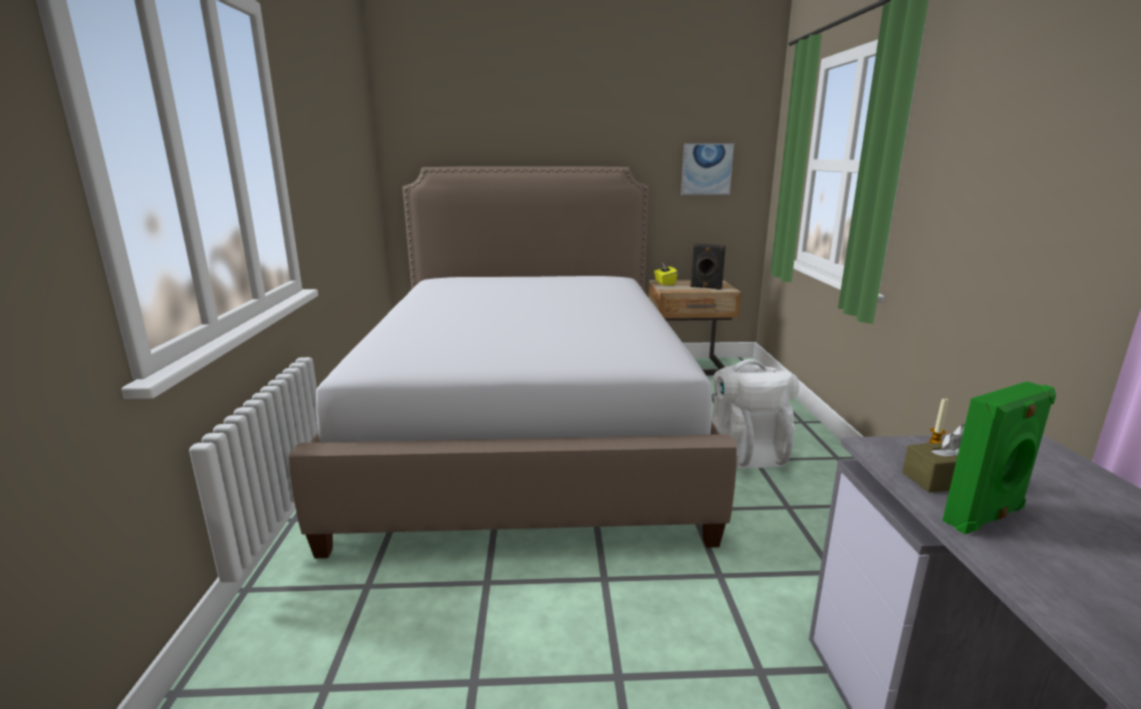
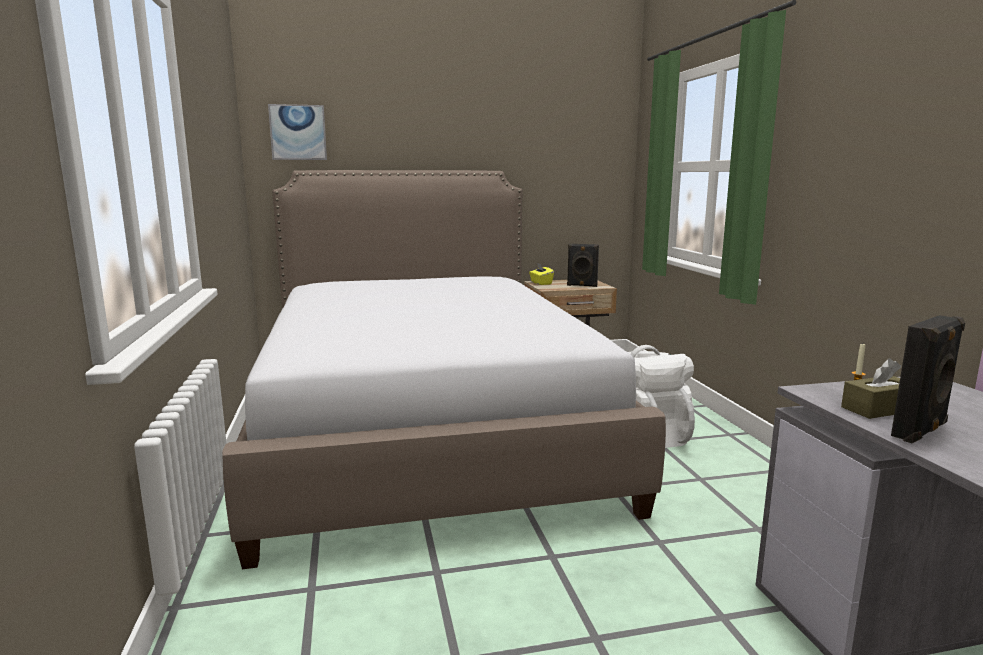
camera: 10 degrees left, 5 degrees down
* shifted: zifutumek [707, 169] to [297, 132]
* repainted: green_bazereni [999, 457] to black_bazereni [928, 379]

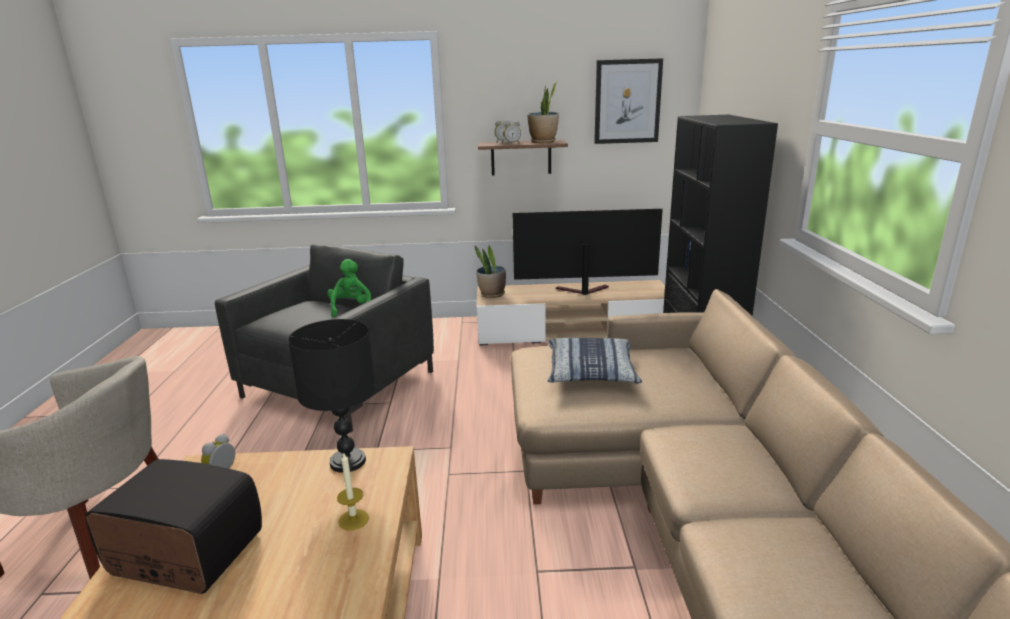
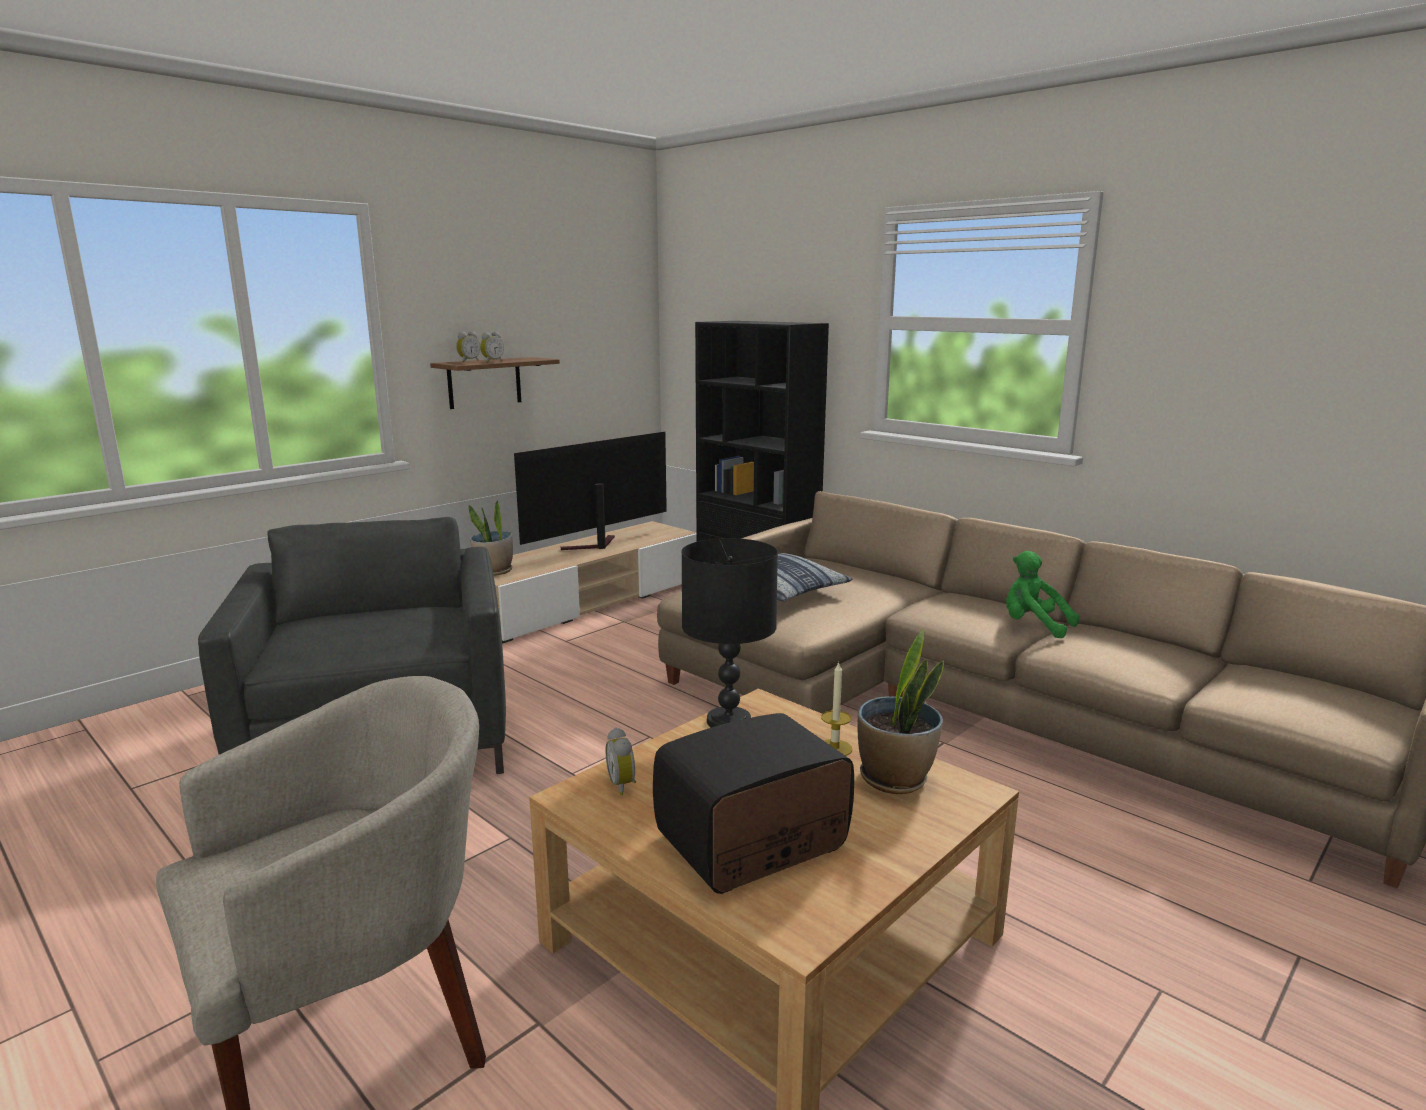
camera: 45 degrees left, 5 degrees down
* gone: zifutumek [628, 101]
* shifted: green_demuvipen [349, 288] to [1042, 594]
* shifted: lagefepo [543, 112] to [900, 711]

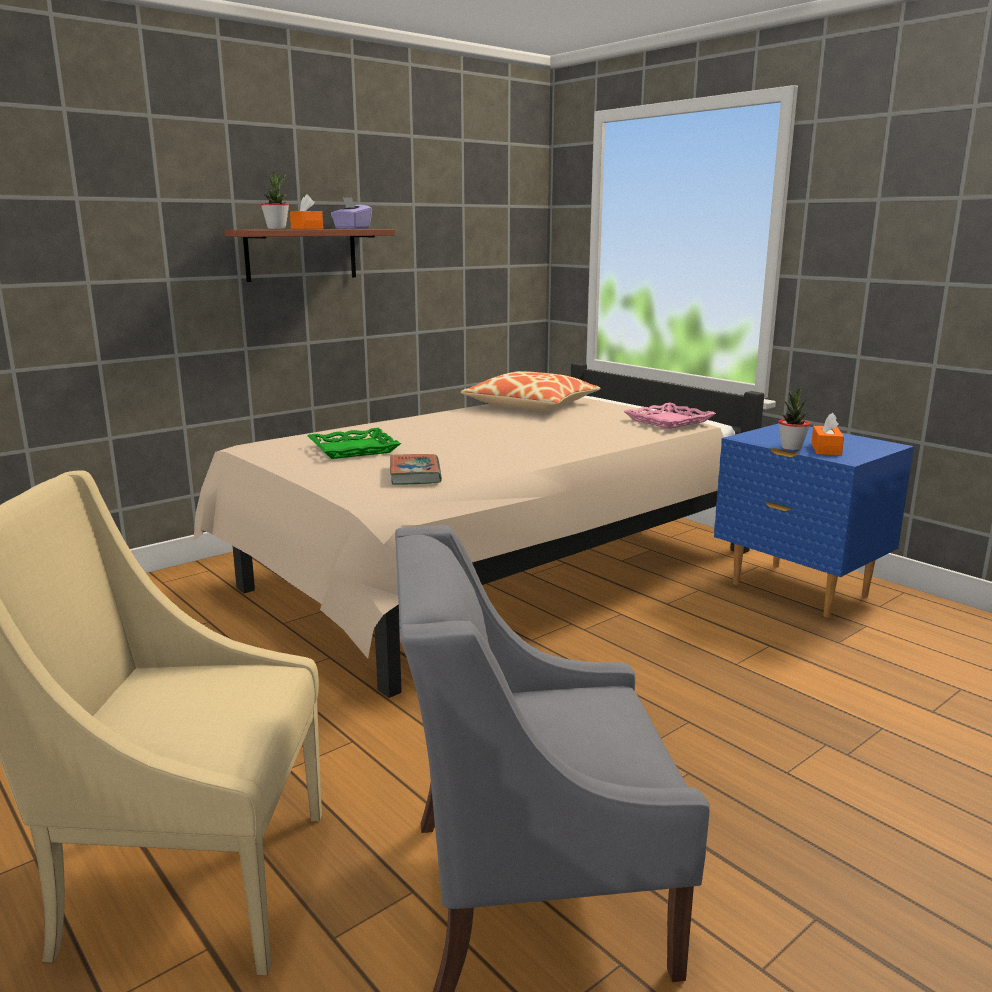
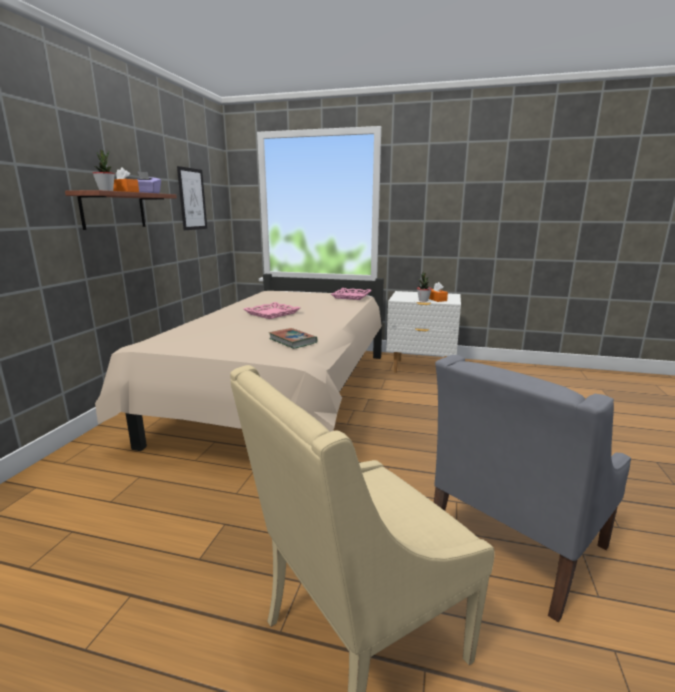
camera: 35 degrees left, 0 degrees up
* gone: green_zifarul [354, 443]
* gone: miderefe [530, 391]
* new: zifutumek [192, 198]
* new: pink_zifarul [272, 310]
* repainted: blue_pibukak [814, 520] to white_pibukak [423, 332]

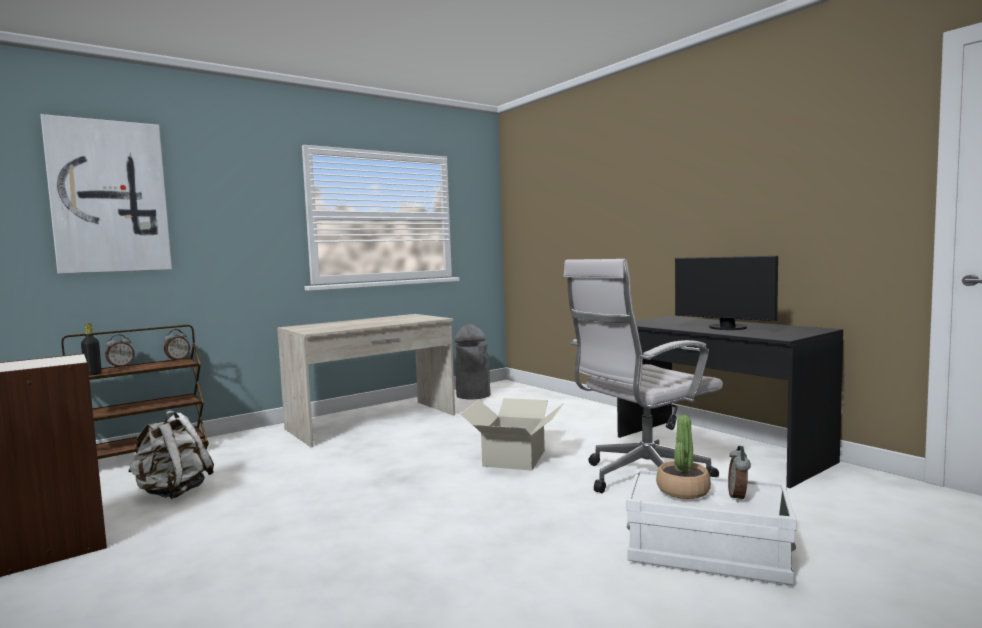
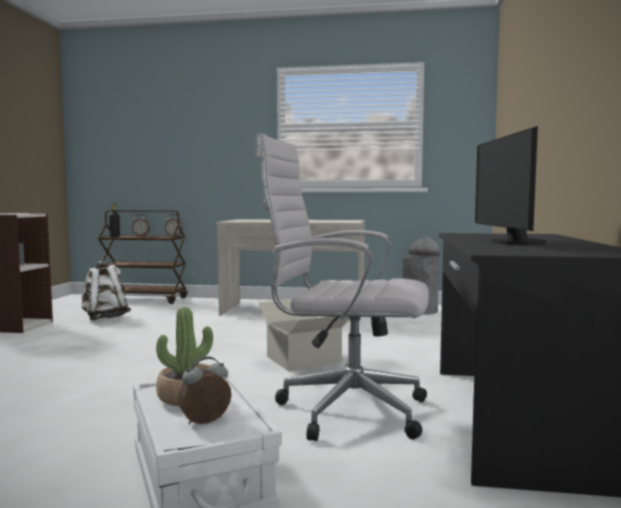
camera: 45 degrees right, 0 degrees up
* gone: zifutumek [106, 194]

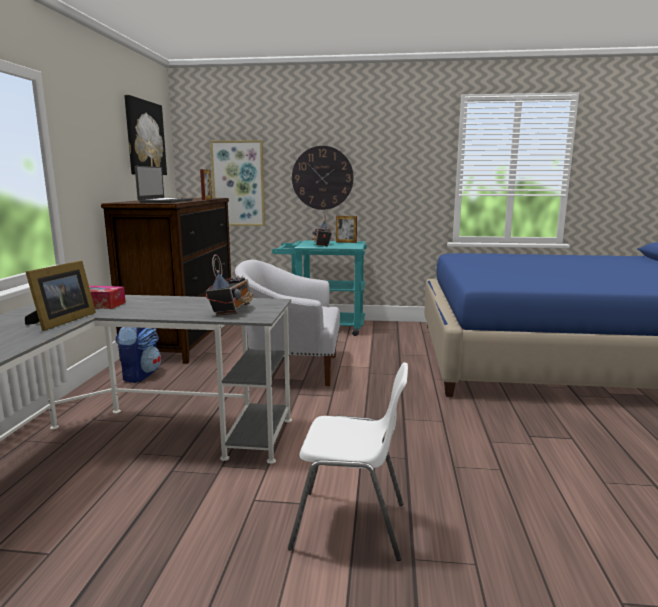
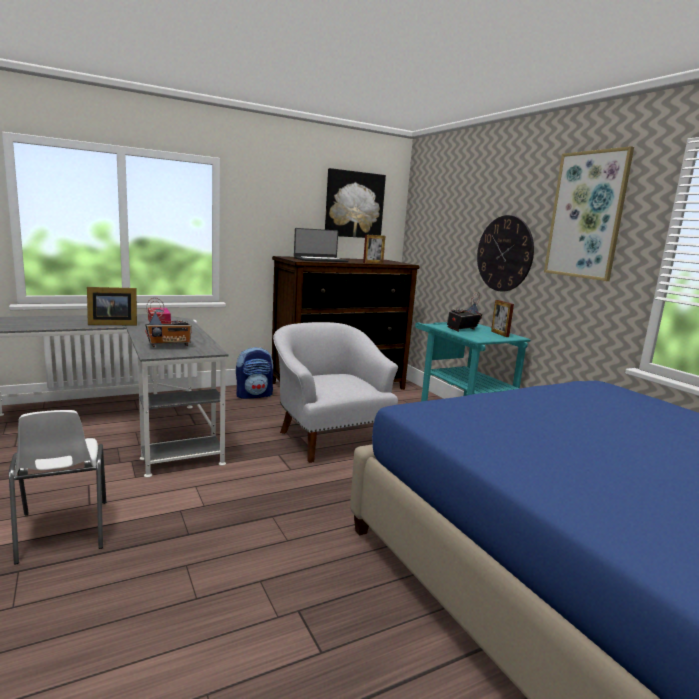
camera: 55 degrees right, 0 degrees up
* shifted: zifutumek [237, 183] to [589, 213]

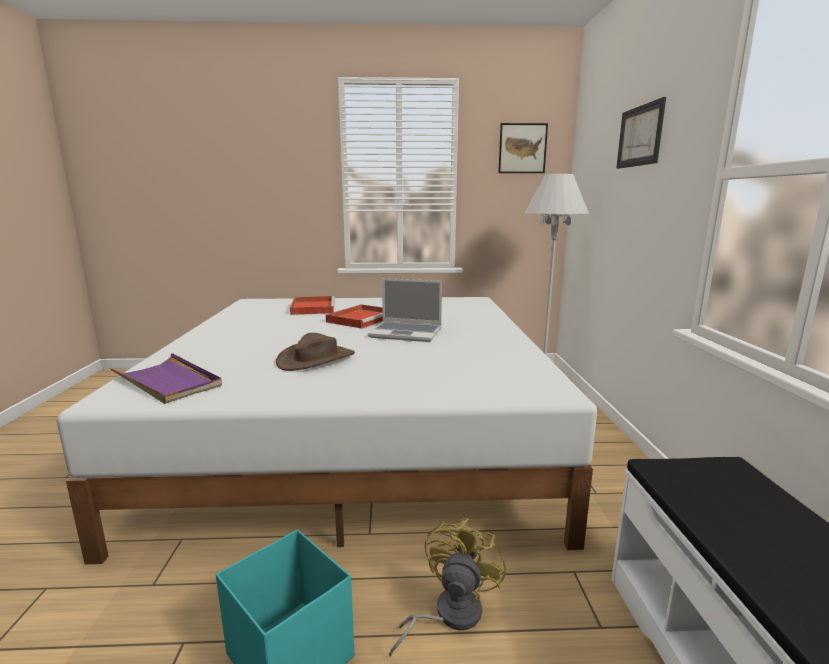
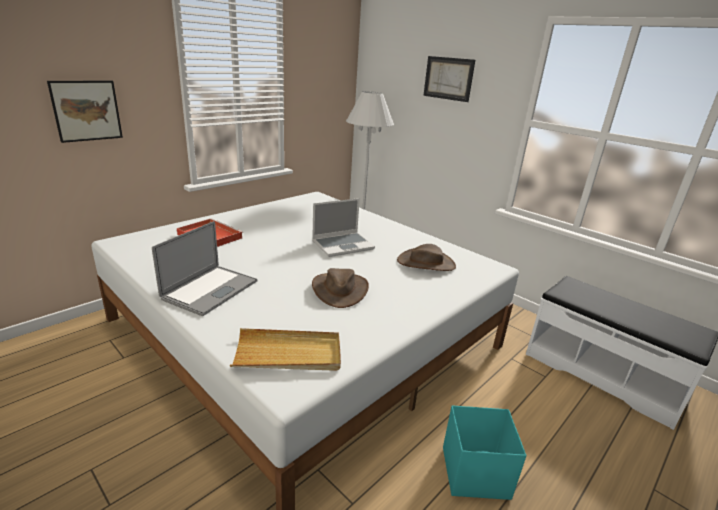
camera: 45 degrees left, 10 degrees up
* gone: red_zifarul [354, 316]
* gone: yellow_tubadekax [447, 588]
* new: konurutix [204, 268]
* new: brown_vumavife [426, 257]
* shifted: zifutumek [523, 148] to [85, 112]
* repainted: purple_zifarul [166, 378] to beige_zifarul [285, 349]

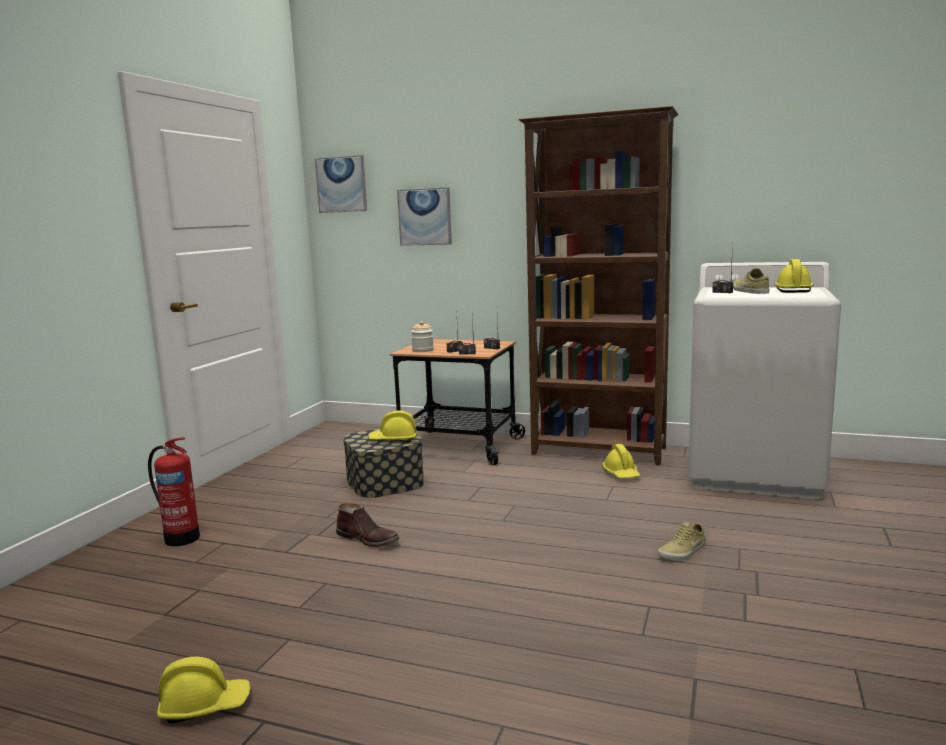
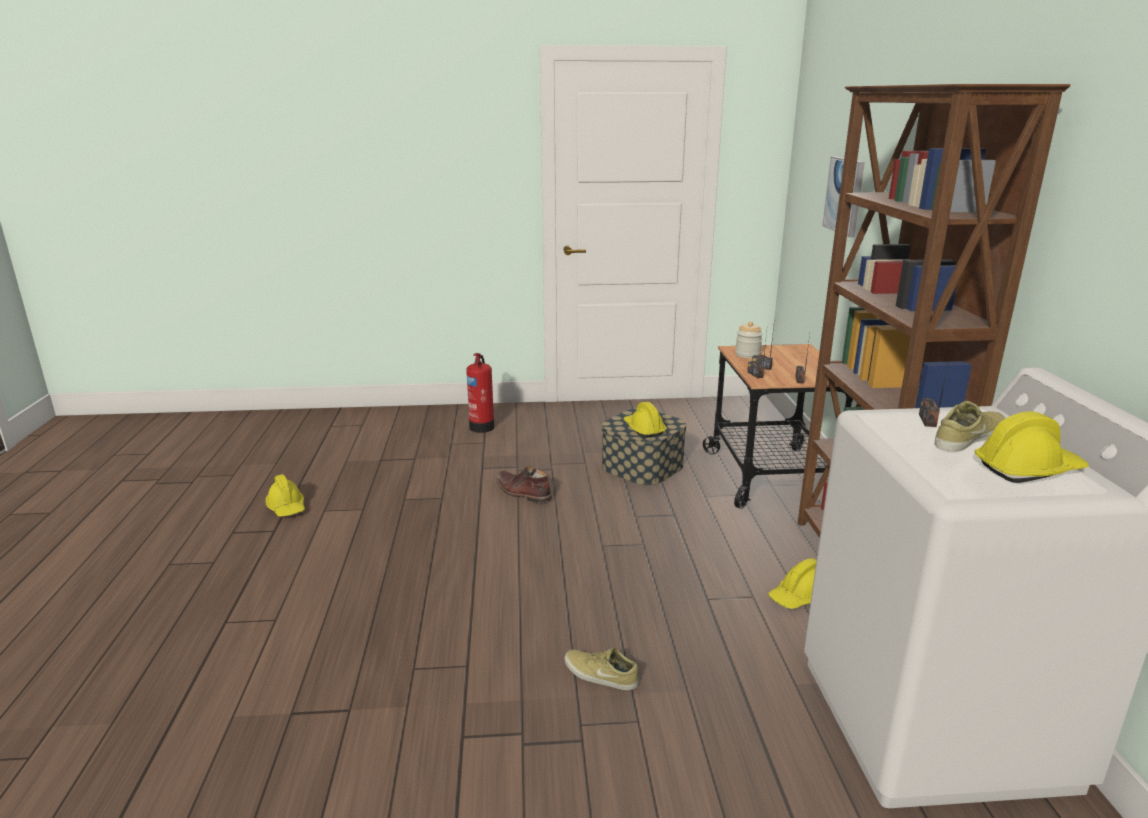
camera: 65 degrees right, 10 degrees up
* gone: zifutumek [341, 184]
* rotated: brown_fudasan [367, 525] = [524, 484] 120 degrees clockwise

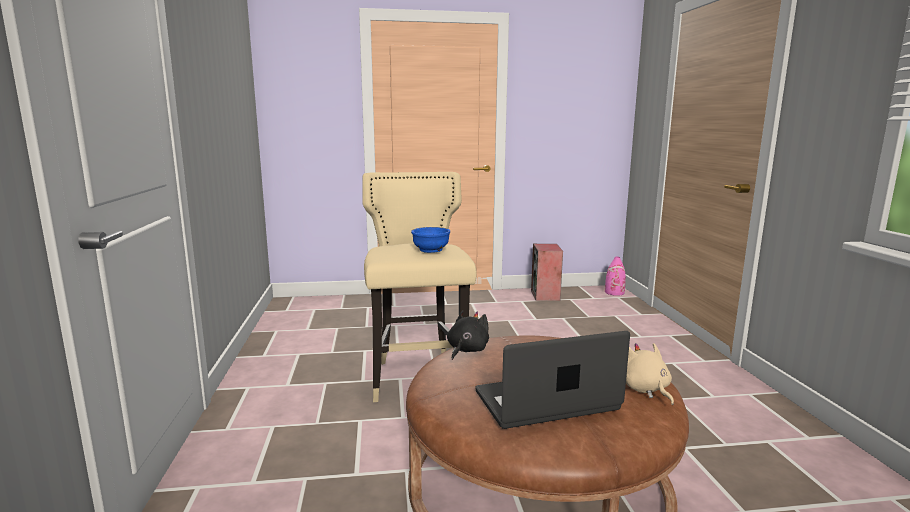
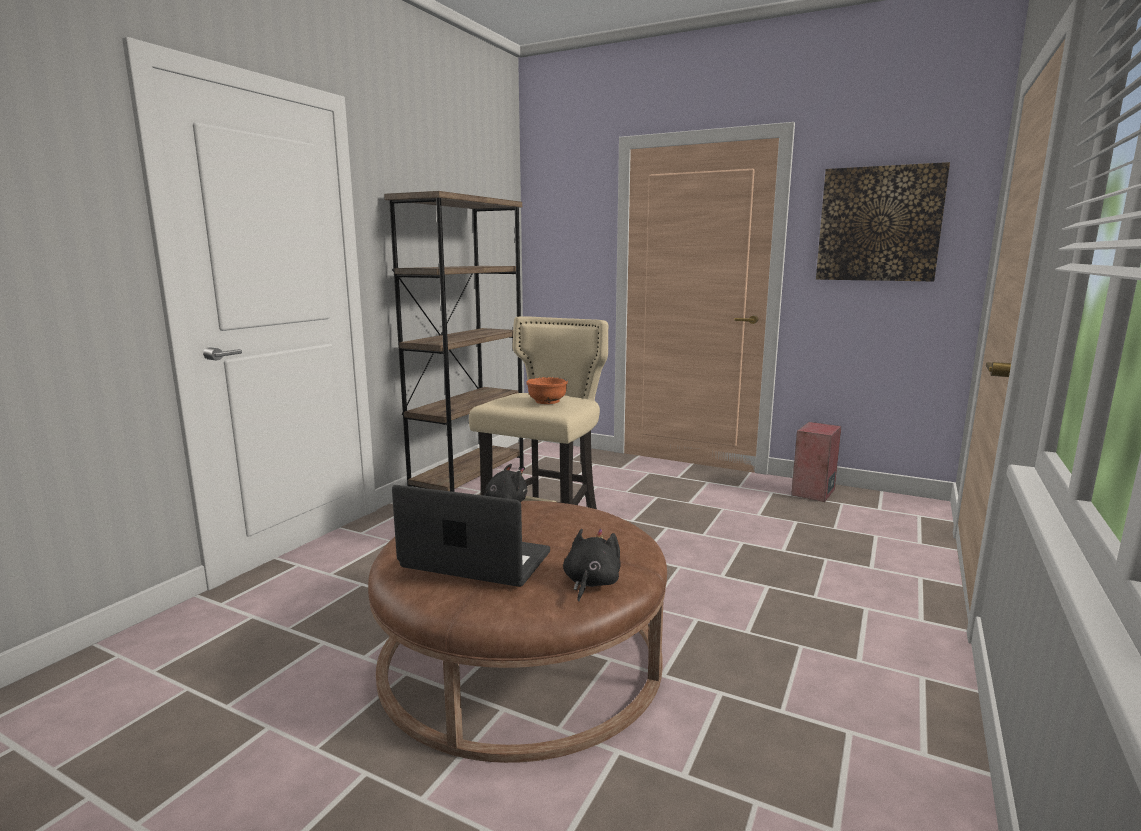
camera: 35 degrees right, 0 degrees up
* gone: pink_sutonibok [615, 276]
* new: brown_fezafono [454, 341]
* new: zifutumek [883, 222]
* repainted: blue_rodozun [430, 240] to orange_rodozun [547, 390]
* repainted: beige_demuvipen [650, 374] to black_demuvipen [592, 565]

